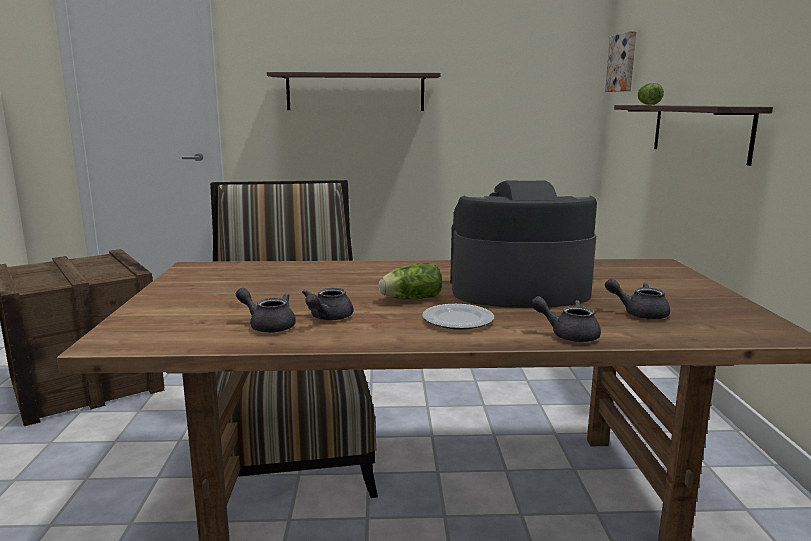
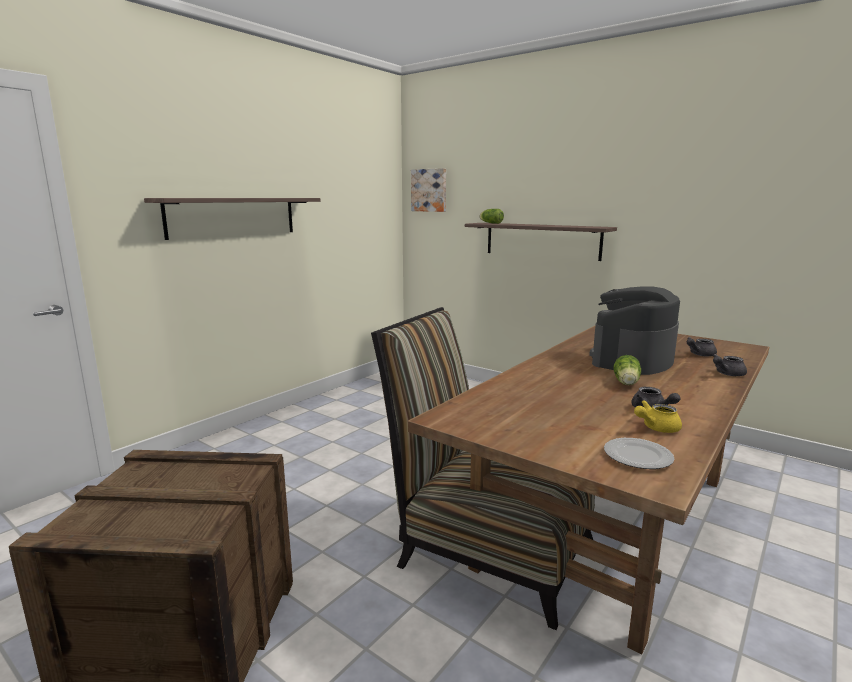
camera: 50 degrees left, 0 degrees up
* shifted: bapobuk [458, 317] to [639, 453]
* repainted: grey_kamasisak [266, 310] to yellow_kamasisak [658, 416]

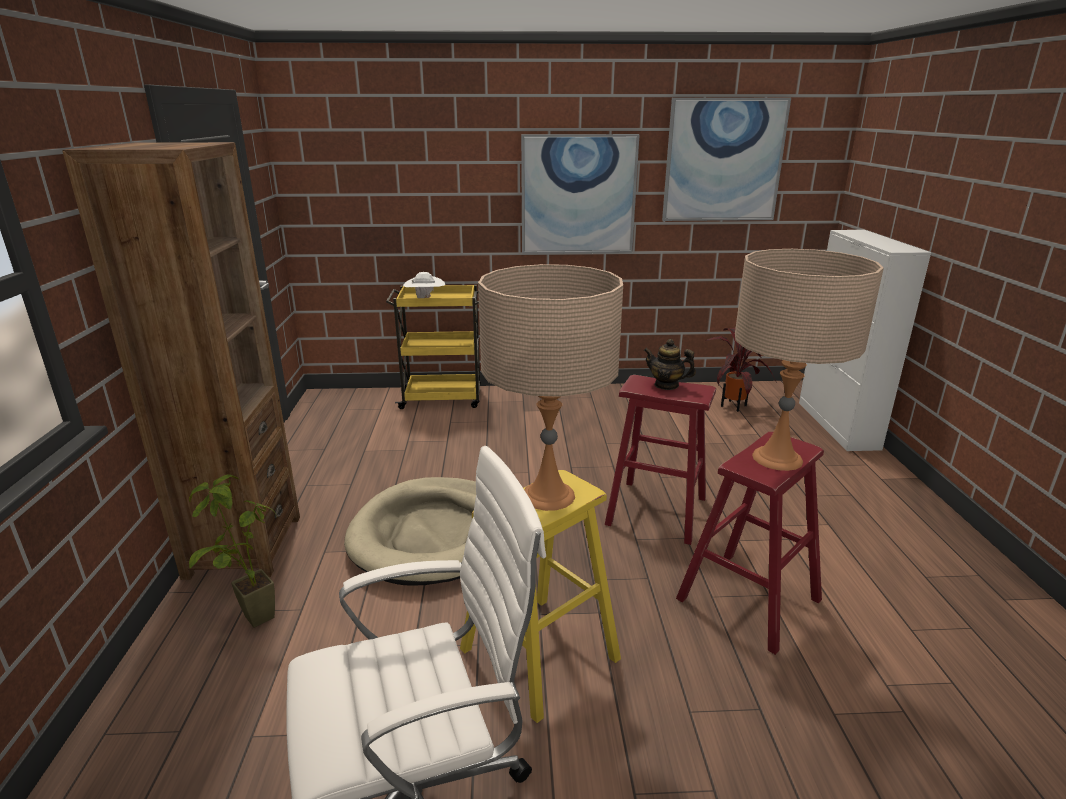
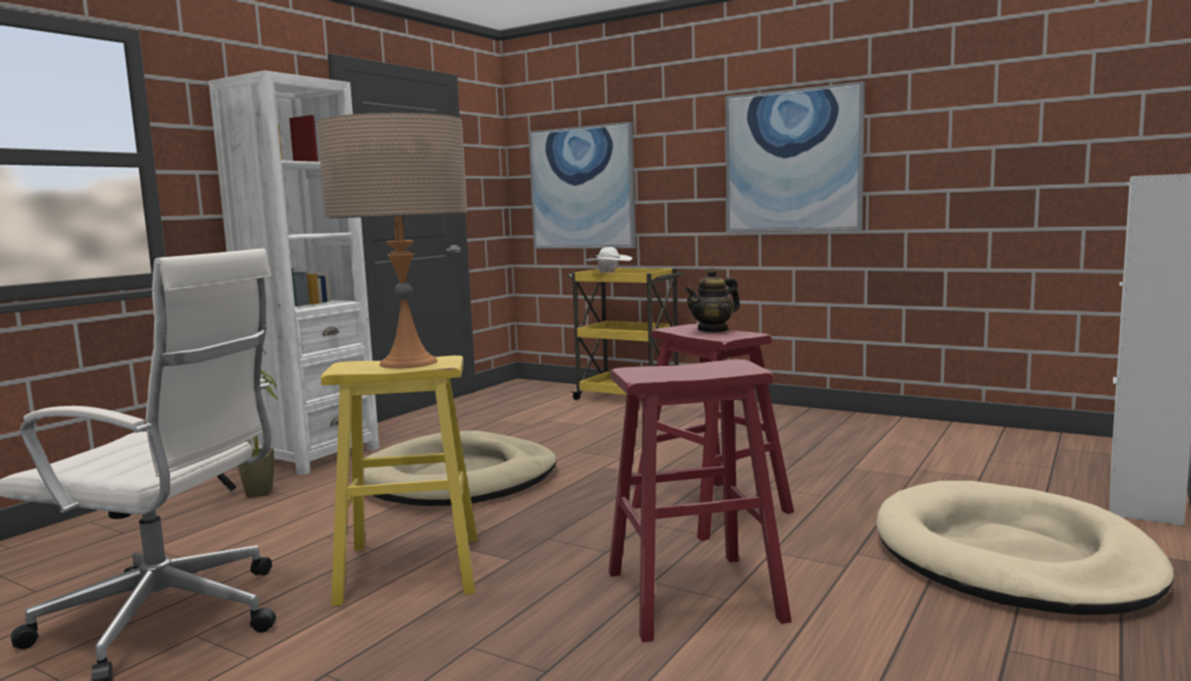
camera: 35 degrees right, 15 degrees down
* gone: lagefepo [742, 370]
* gone: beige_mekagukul [809, 360]
* new: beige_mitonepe [1025, 548]
* shifted: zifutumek [726, 159] to [582, 185]
* repainted: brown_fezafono [181, 361] to white_fezafono [294, 272]
* rotated: kamasisak [669, 364] = [712, 300] 90 degrees counterclockwise

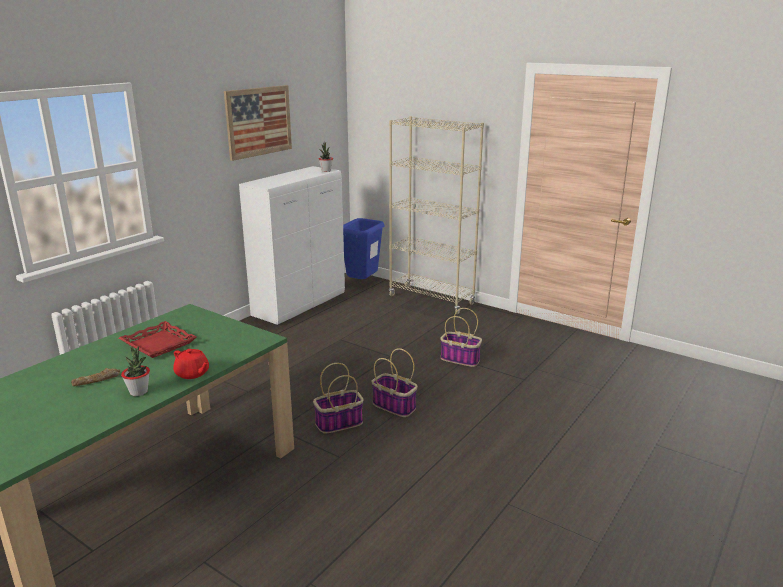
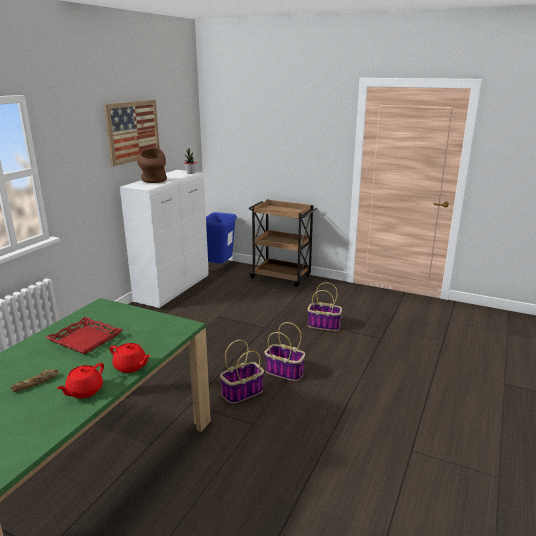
camera: 10 degrees left, 0 degrees up
* new: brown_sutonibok [152, 165]
* swapped: lagefepo [135, 371] to red_kamasisak [80, 380]
* swapped: beige_fezafono [436, 215] to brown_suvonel [283, 243]

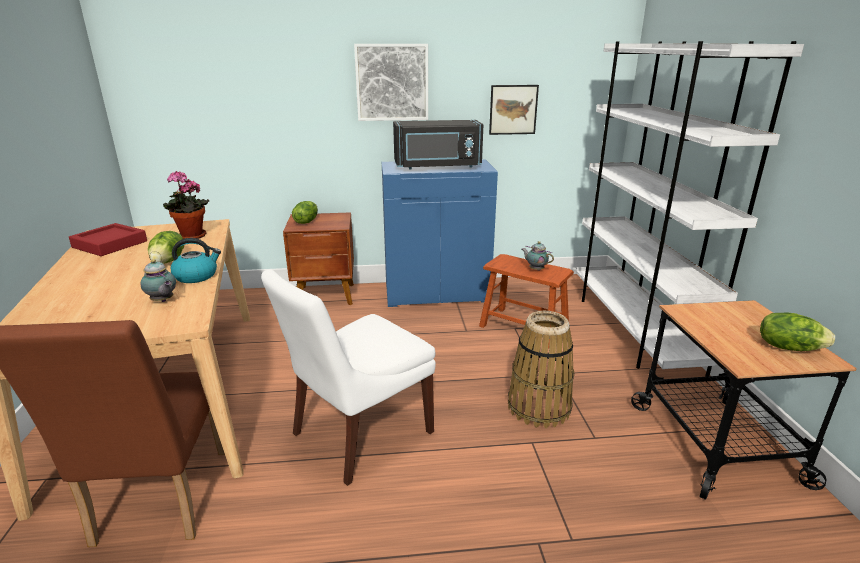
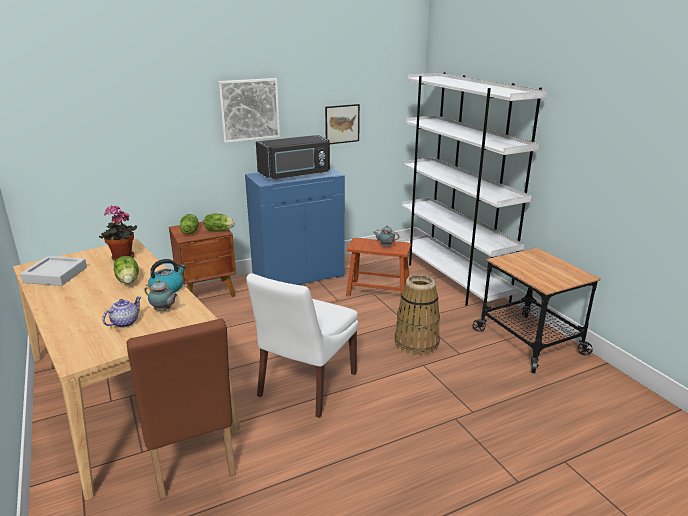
camera: 20 degrees left, 0 degrees up
* new: kamasisak [121, 312]
* shifted: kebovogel [797, 332] to [219, 222]
* repainted: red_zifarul [108, 239] to grey_zifarul [53, 271]

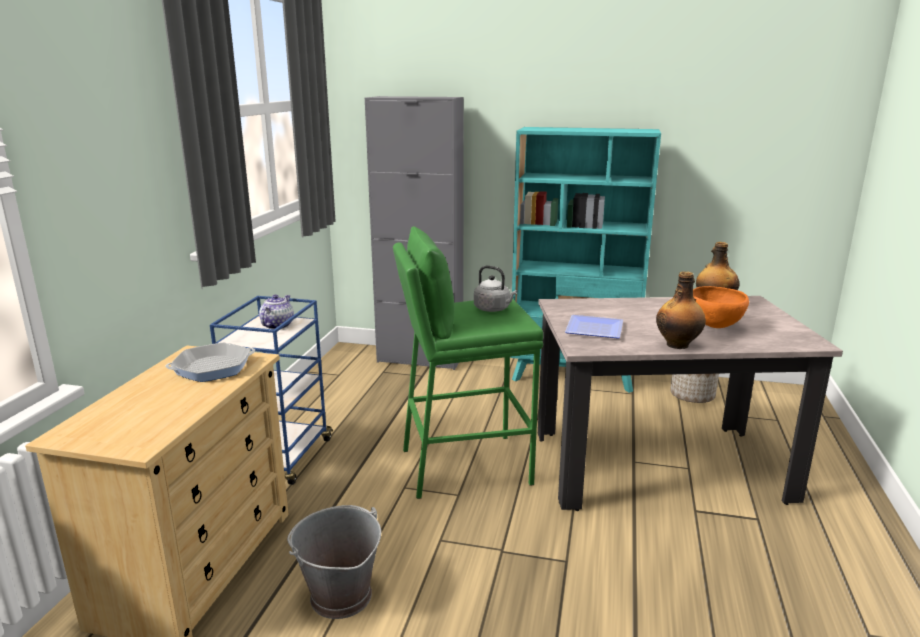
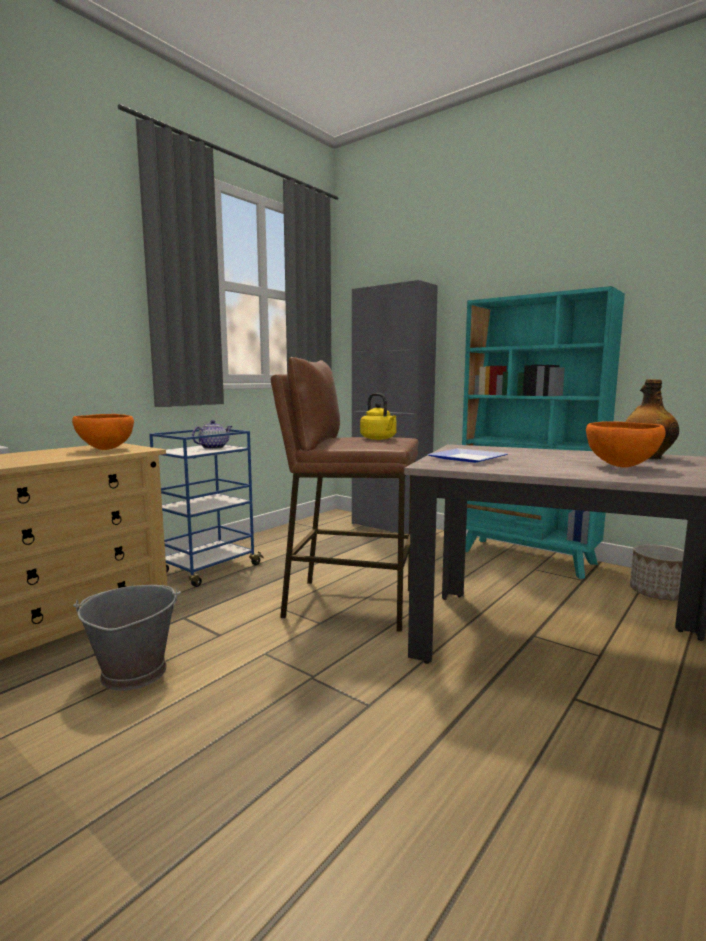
camera: 25 degrees right, 10 degrees down
* gone: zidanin [681, 310]
* swapped: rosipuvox [210, 362] to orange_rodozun [103, 432]
* repainted: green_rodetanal [468, 362] to brown_rodetanal [344, 494]
* repainted: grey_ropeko [495, 288] to yellow_ropeko [378, 416]

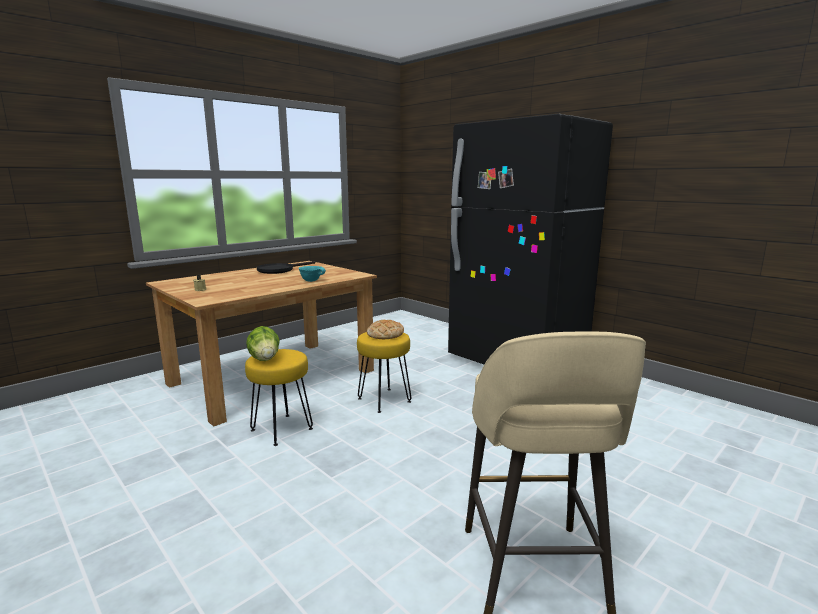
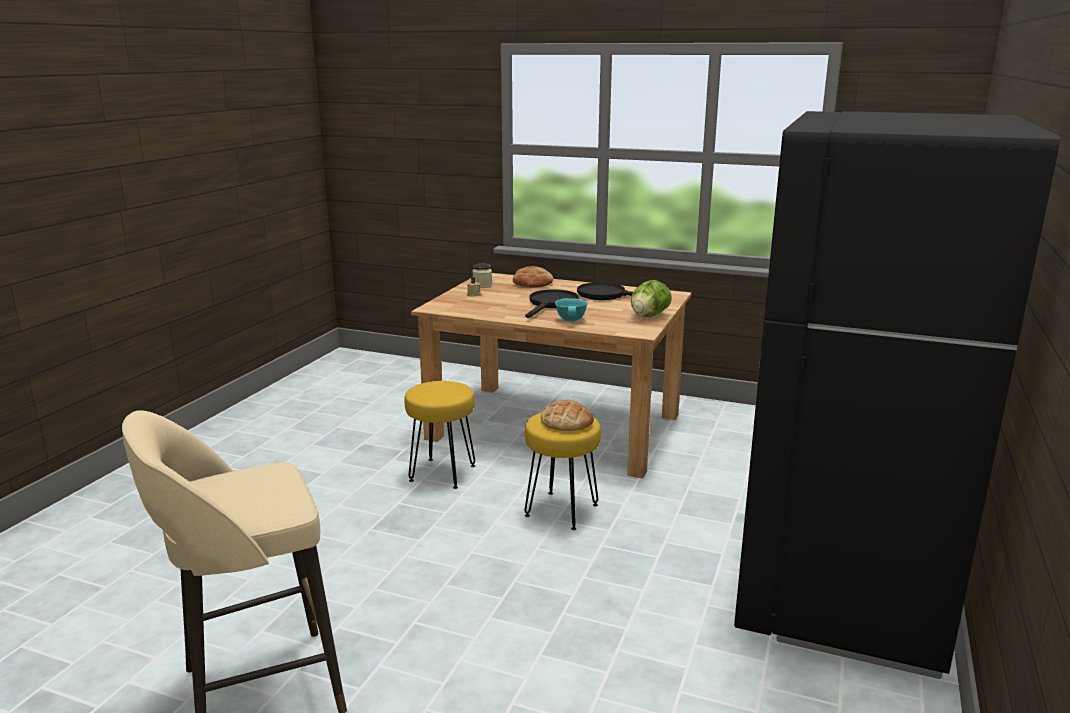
camera: 65 degrees right, 5 degrees up
* new: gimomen [482, 276]
* new: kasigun [533, 277]
* new: black_rosipuvox [552, 303]
* shifted: kebovogel [263, 343] to [651, 298]

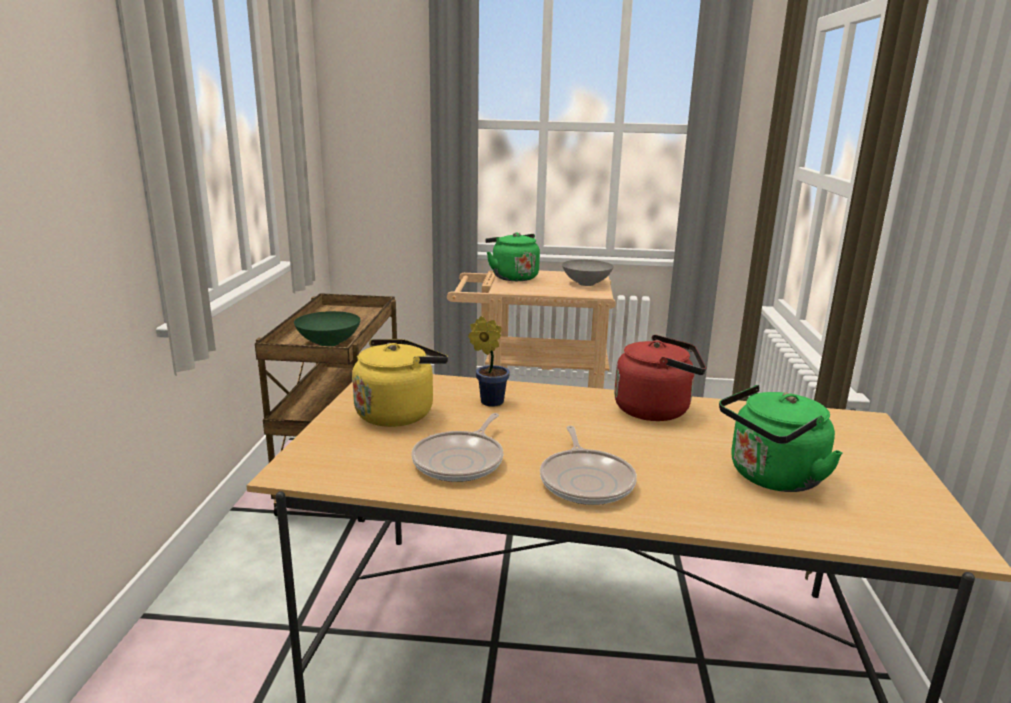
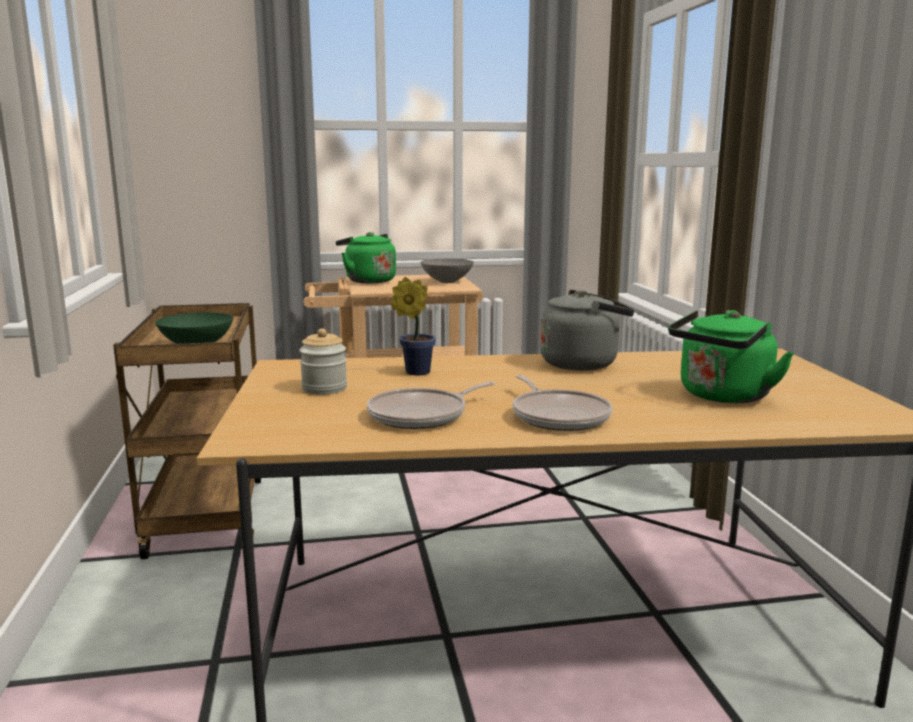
camera: 15 degrees left, 5 degrees down
* swapped: yellow_ropeko [400, 383] to gimomen [323, 361]
* repainted: red_ropeko [660, 378] to grey_ropeko [587, 330]
* rotated: rosipuvox [457, 447] = [431, 405] 45 degrees clockwise

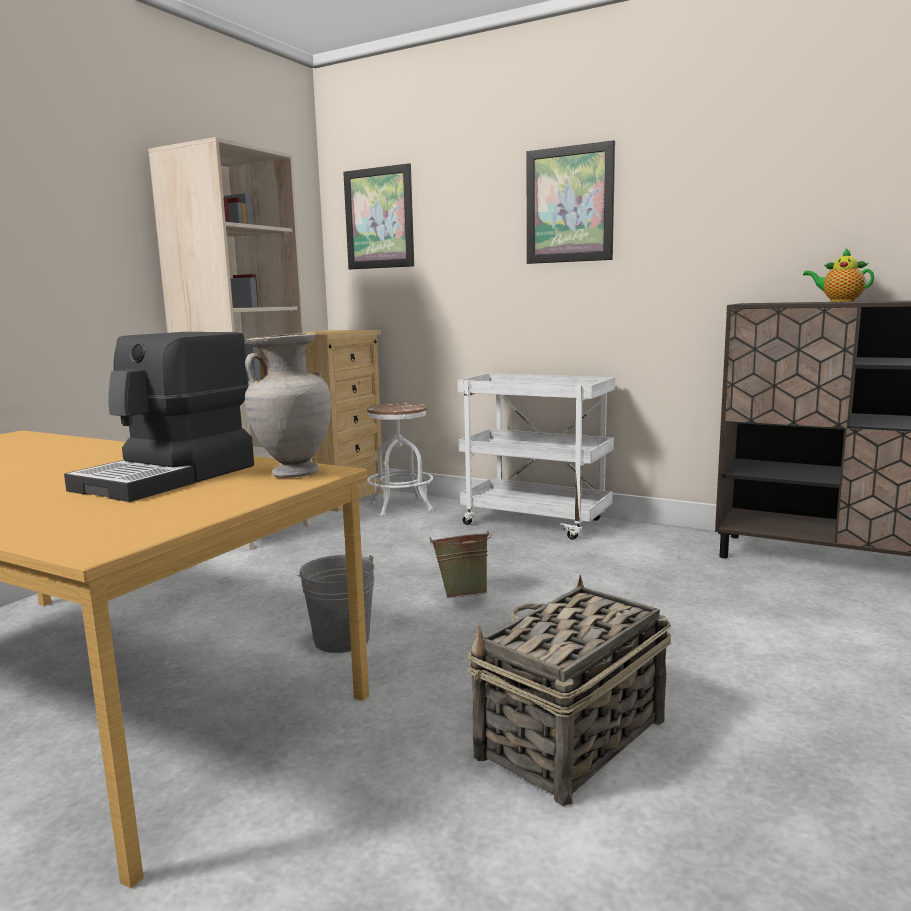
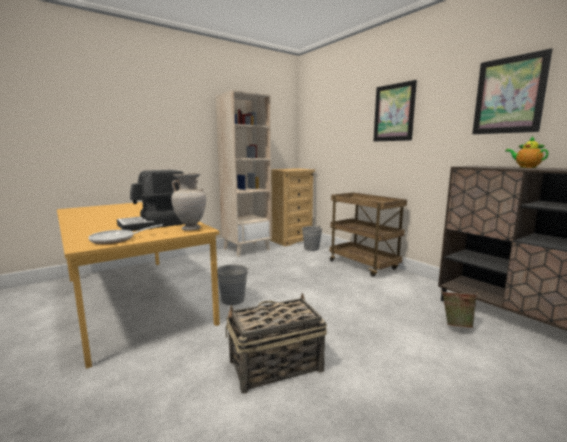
camera: 25 degrees right, 0 degrees up
* new: rosipuvox [126, 234]
* shifted: zifutumek [378, 216] to [512, 91]
* shifted: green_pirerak [460, 564] to [460, 309]
* swapped: white_rodetanal [399, 460] to grey_pirerak [312, 238]
* repainted: white_suvonel [536, 456] to brown_suvonel [368, 234]

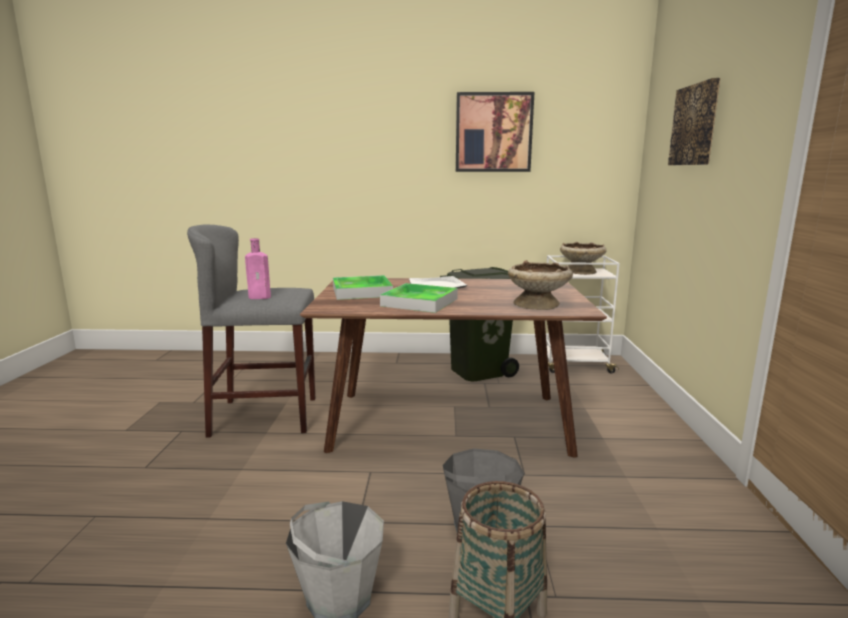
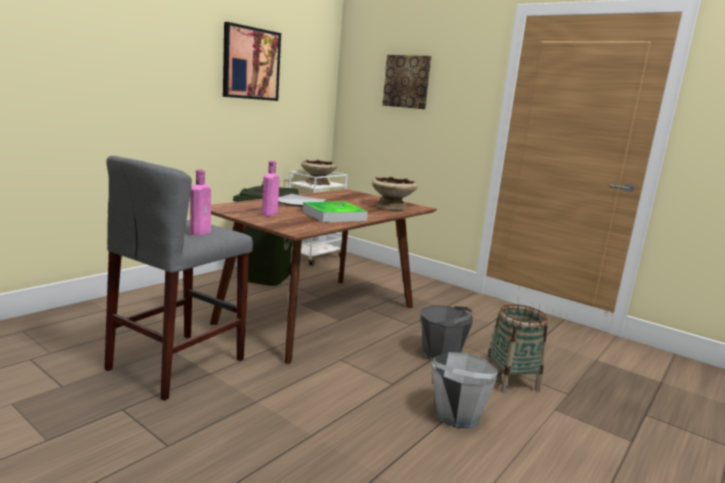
camera: 55 degrees left, 0 degrees up
* swapped: zifarul [363, 287] to pink_zidanin [271, 188]

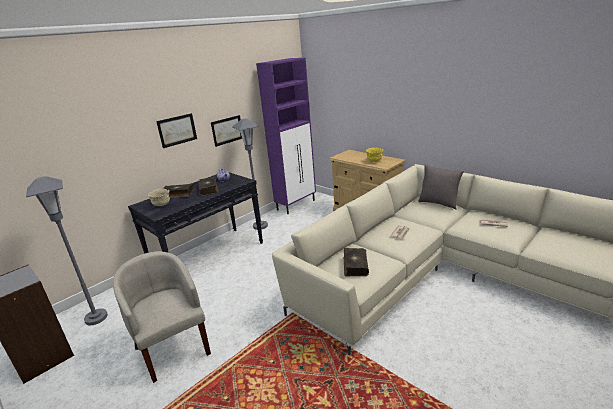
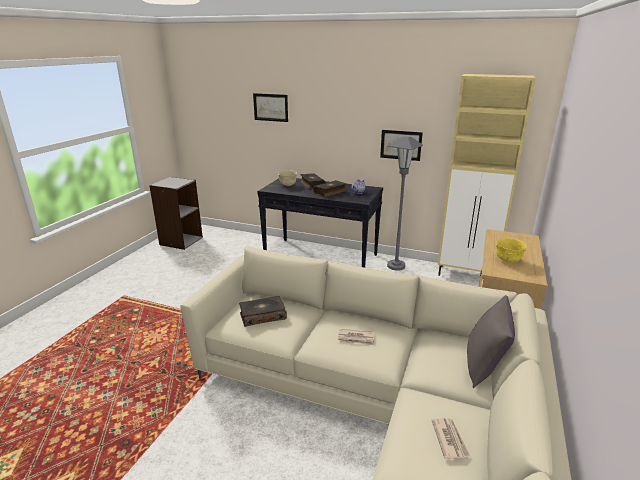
camera: 65 degrees right, 0 degrees up
* gone: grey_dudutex [67, 250]
* gone: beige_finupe [162, 317]
* shifted: zifutumek [176, 130] to [270, 107]
* repainted: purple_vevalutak [286, 136] to beige_vevalutak [486, 175]

